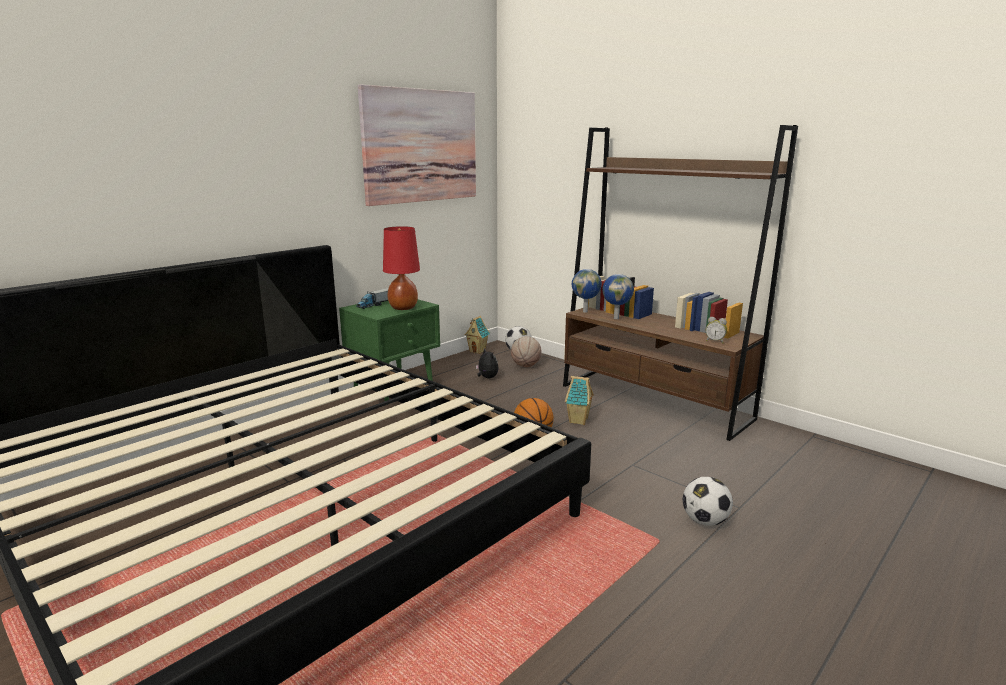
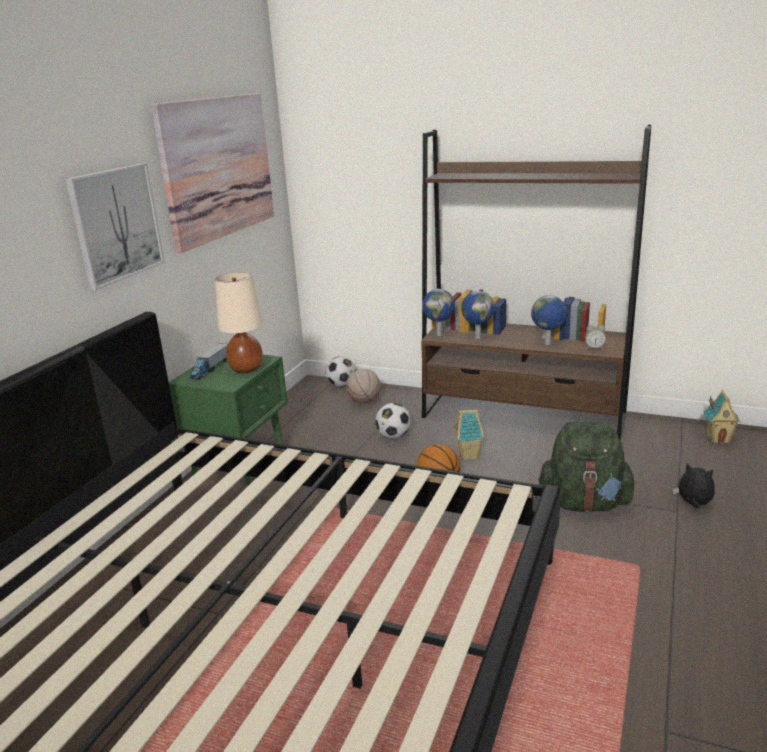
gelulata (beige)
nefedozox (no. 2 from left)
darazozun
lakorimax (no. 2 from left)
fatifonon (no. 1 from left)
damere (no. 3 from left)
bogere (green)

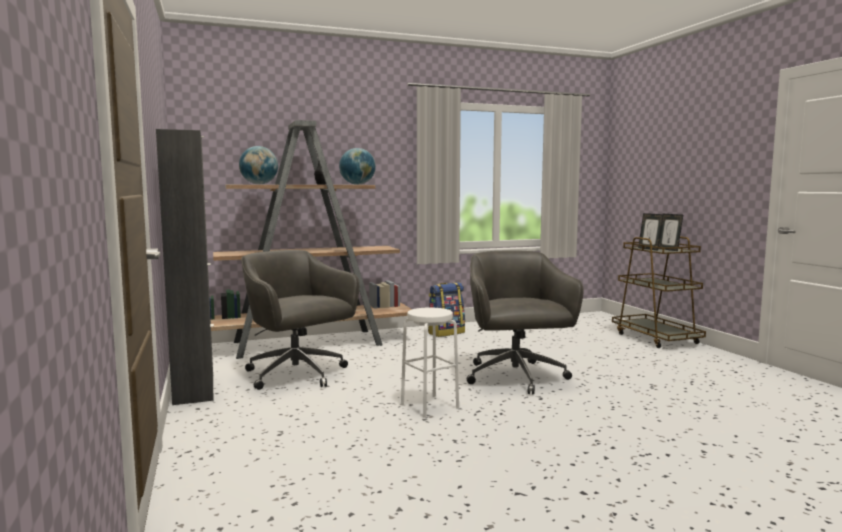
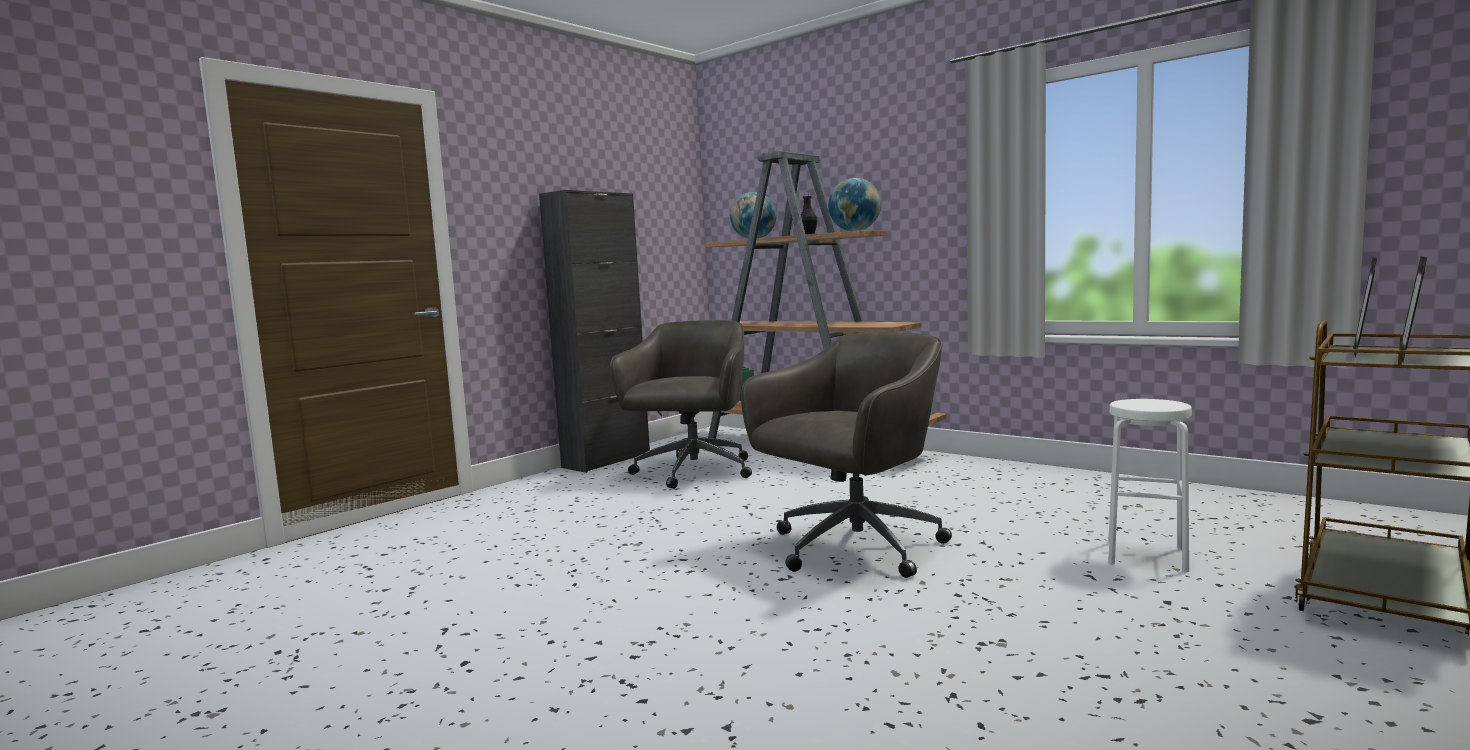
bogere
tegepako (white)

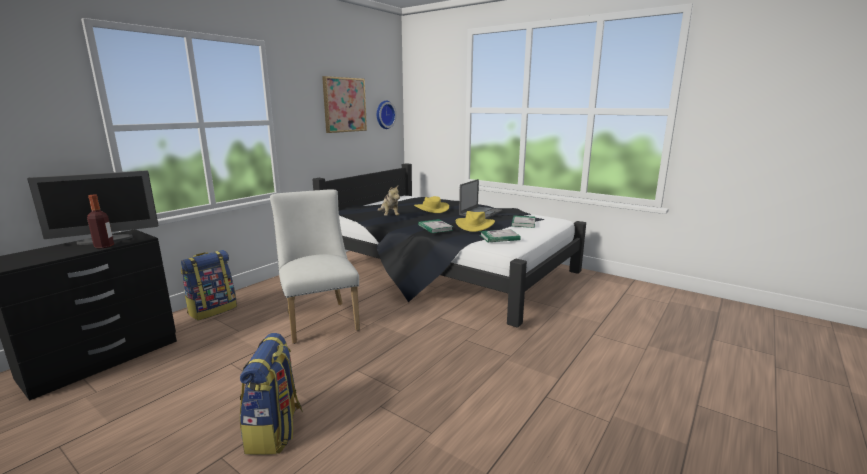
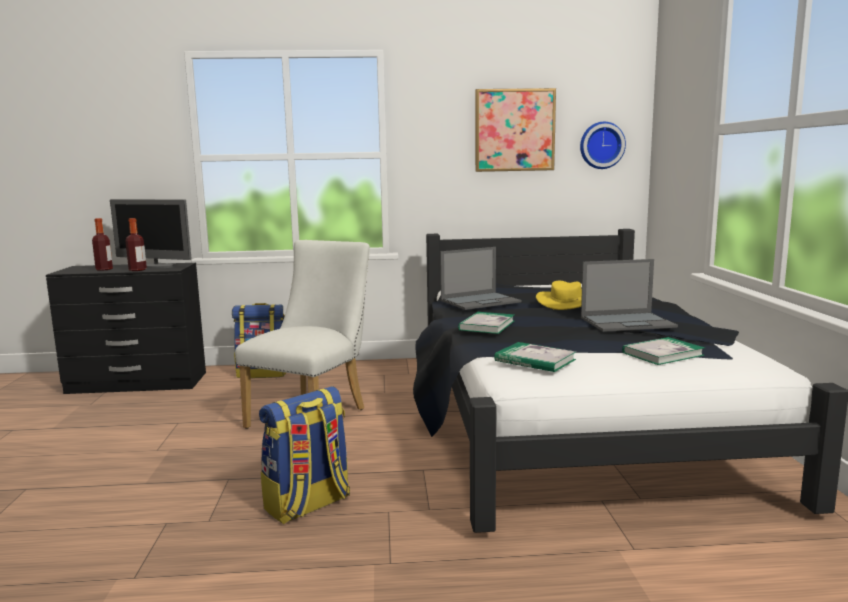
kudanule (no. 1 from left)
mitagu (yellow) (no. 2 from left in the first image)
bogere (no. 2 from left)
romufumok (no. 1 from left)

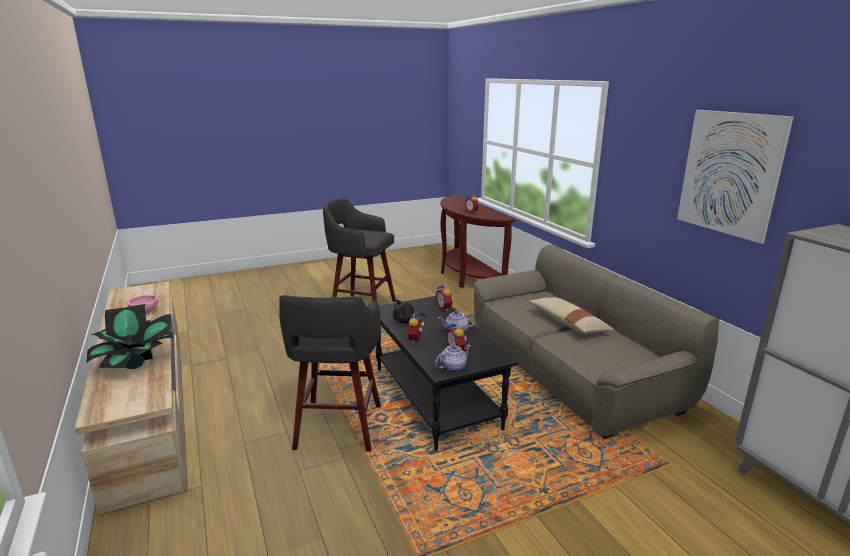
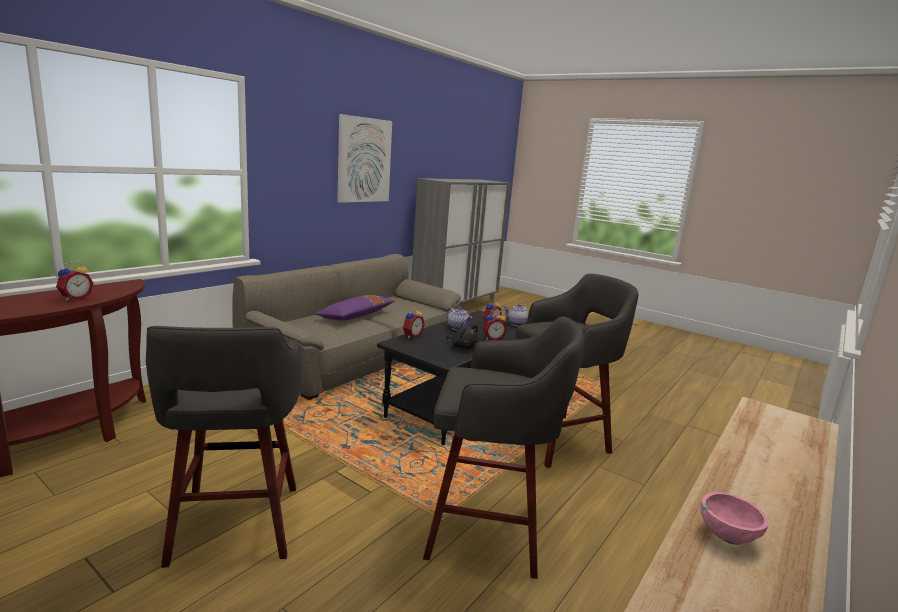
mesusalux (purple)
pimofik
tegepako (grey) (no. 2 from left)

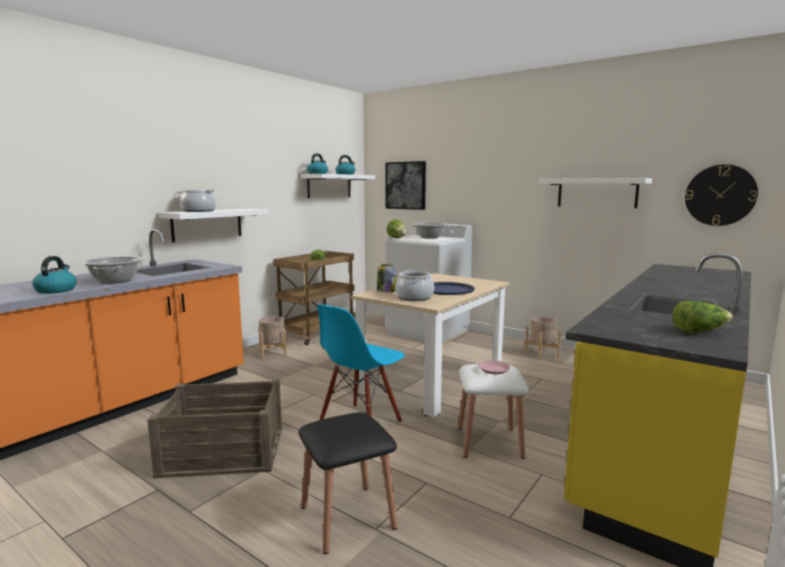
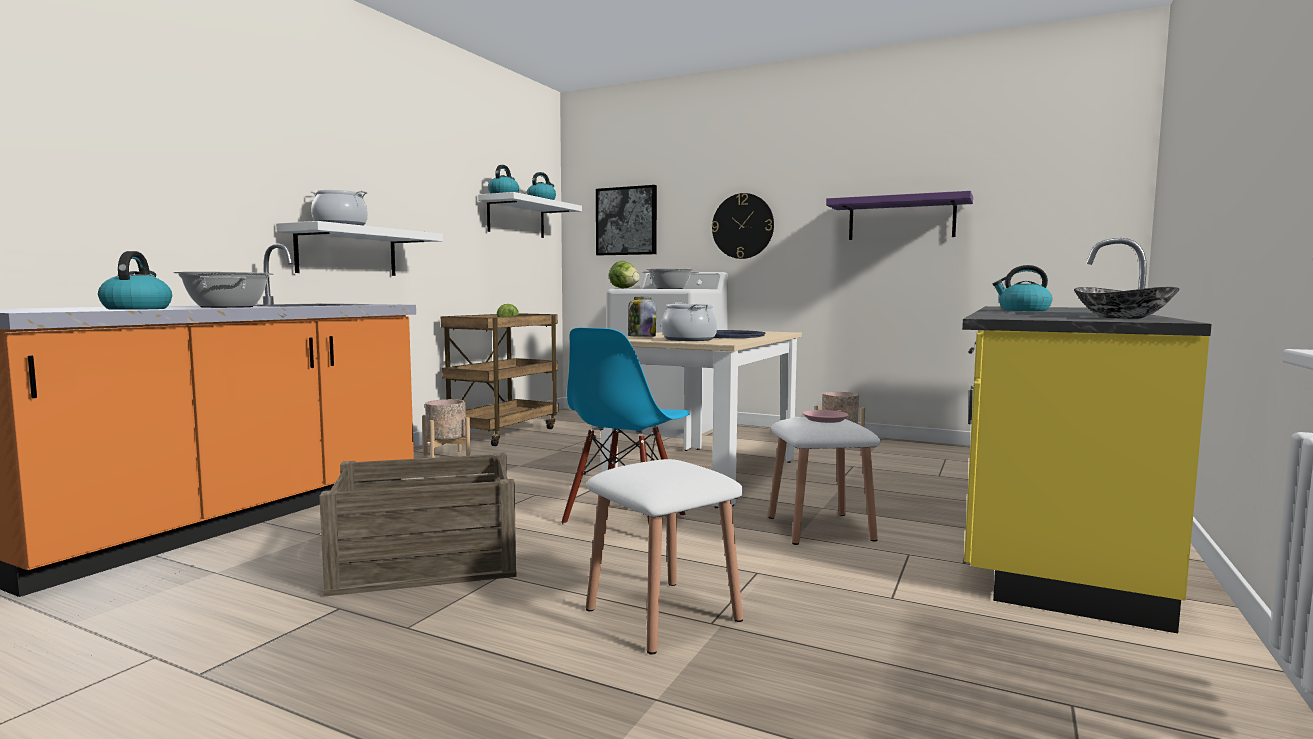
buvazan
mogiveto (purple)
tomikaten
tegepako (white) (no. 1 from left)
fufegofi (no. 4 from left)

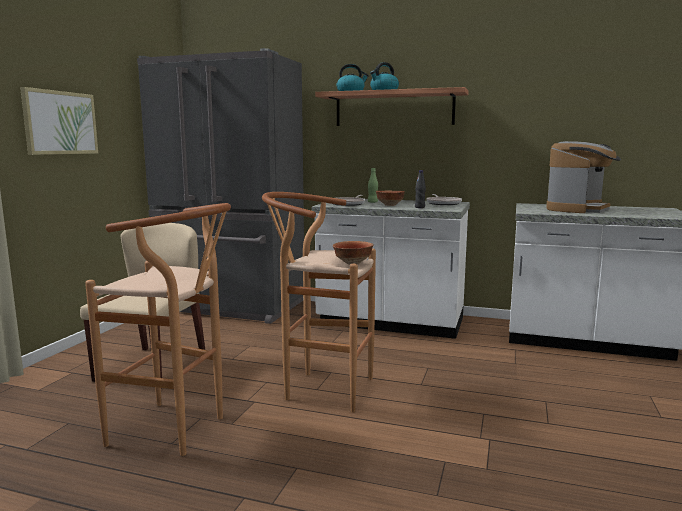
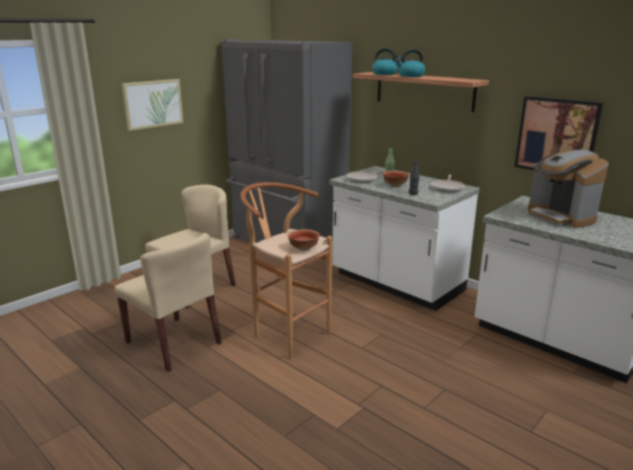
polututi
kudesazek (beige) (no. 1 from left)
fatifonon (no. 2 from left)

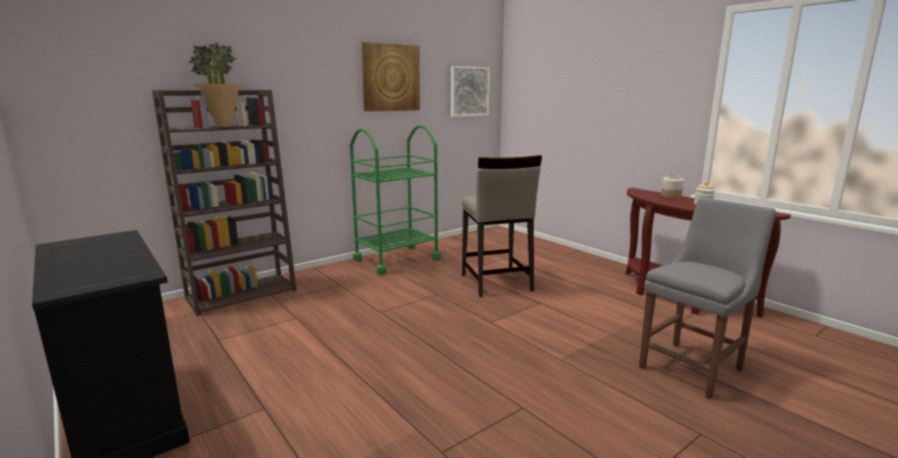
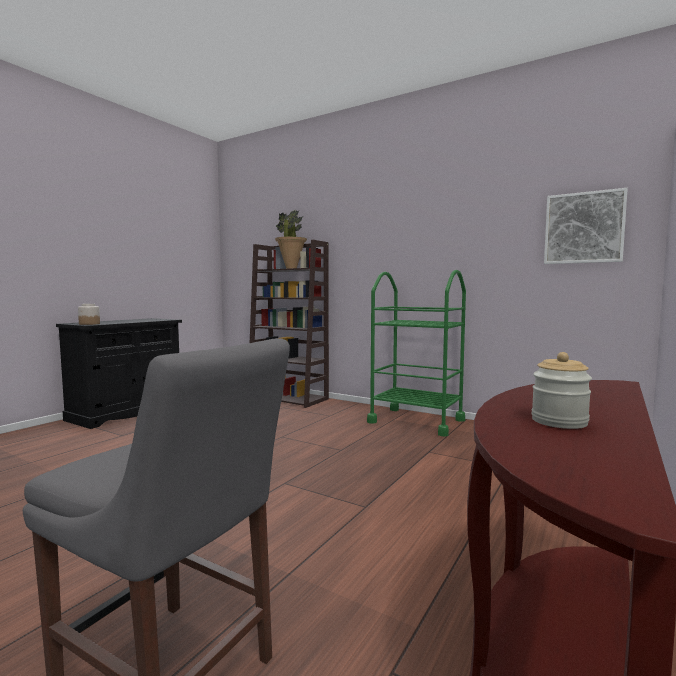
fatifonon (no. 1 from left in the first image)
tegepako (beige)
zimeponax (no. 1 from left)

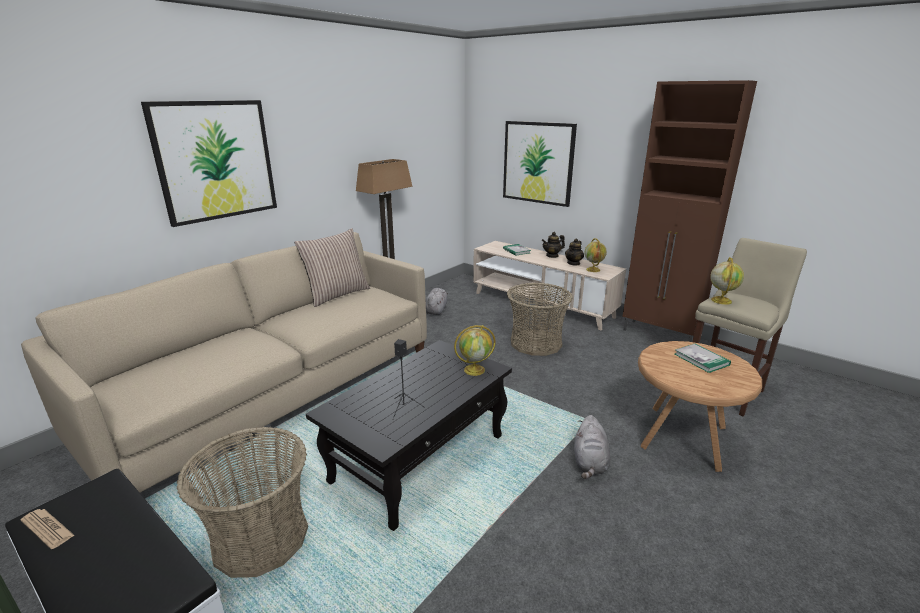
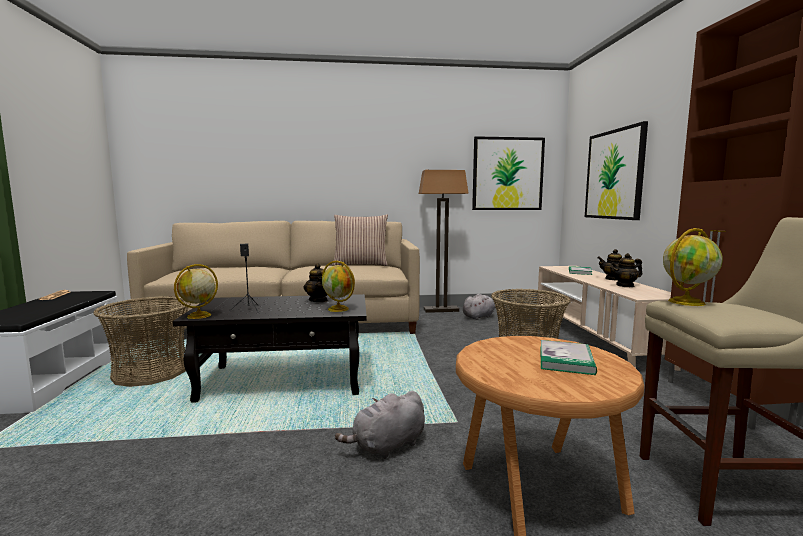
fatifonon (no. 1 from left)
damere (no. 1 from left)
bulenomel (no. 1 from left)

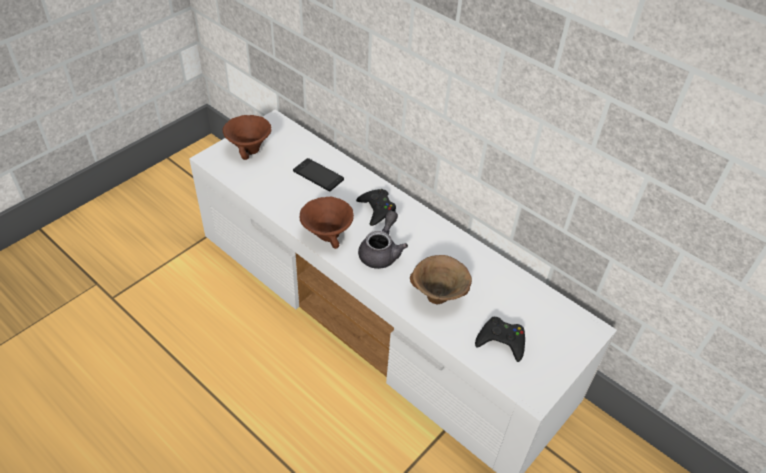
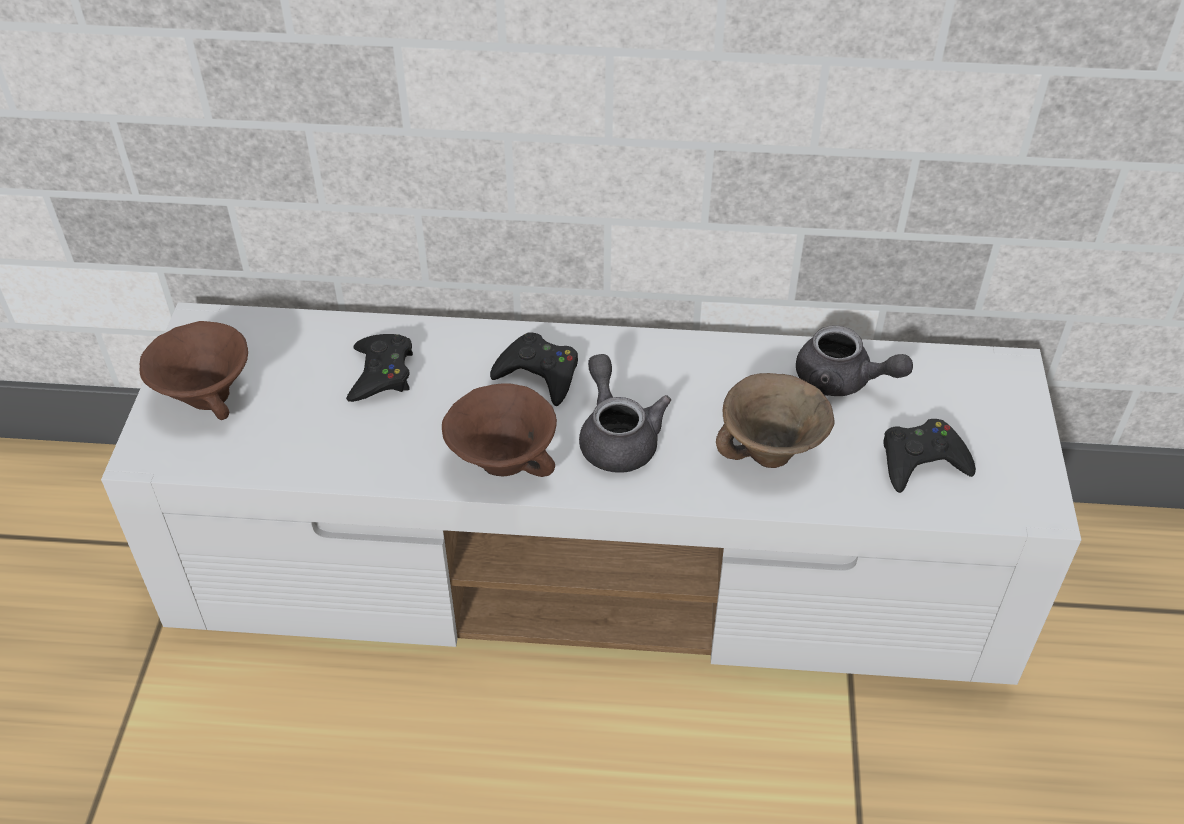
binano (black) (no. 1 from left)
bulenomel (grey) (no. 2 from left)

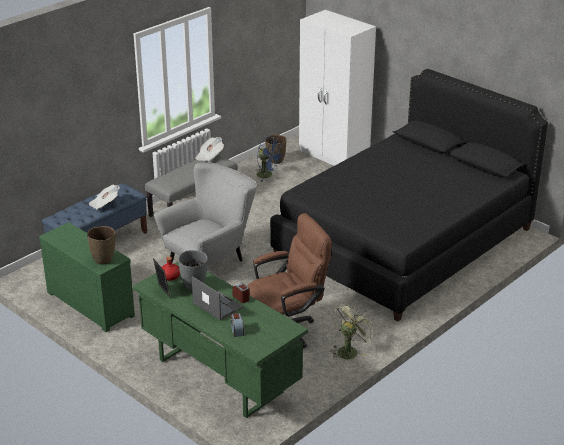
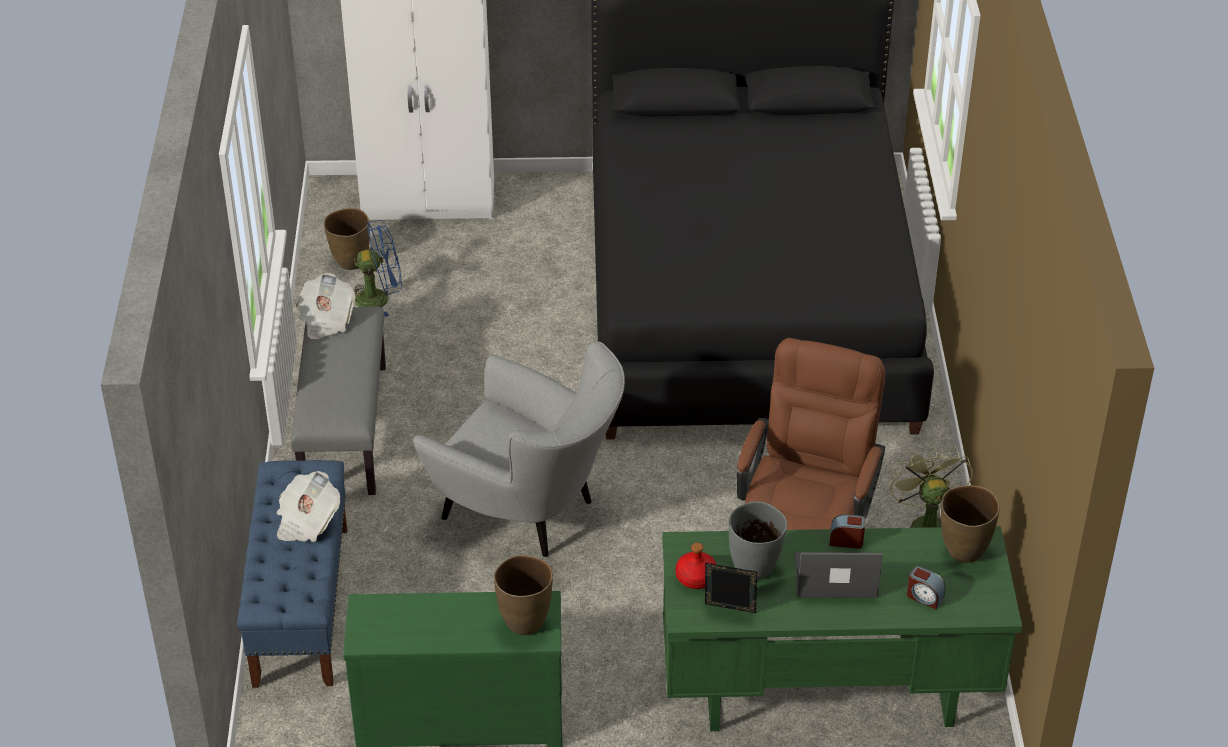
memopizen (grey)
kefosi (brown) (no. 3 from left)

